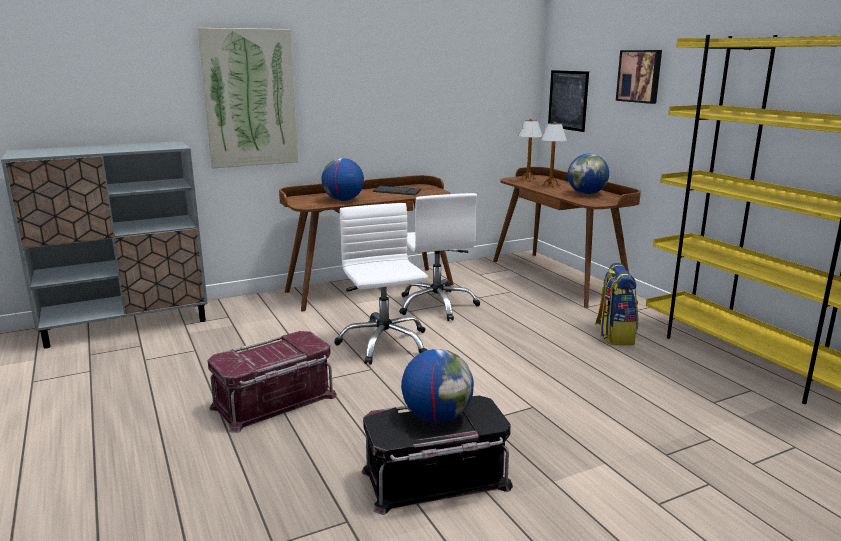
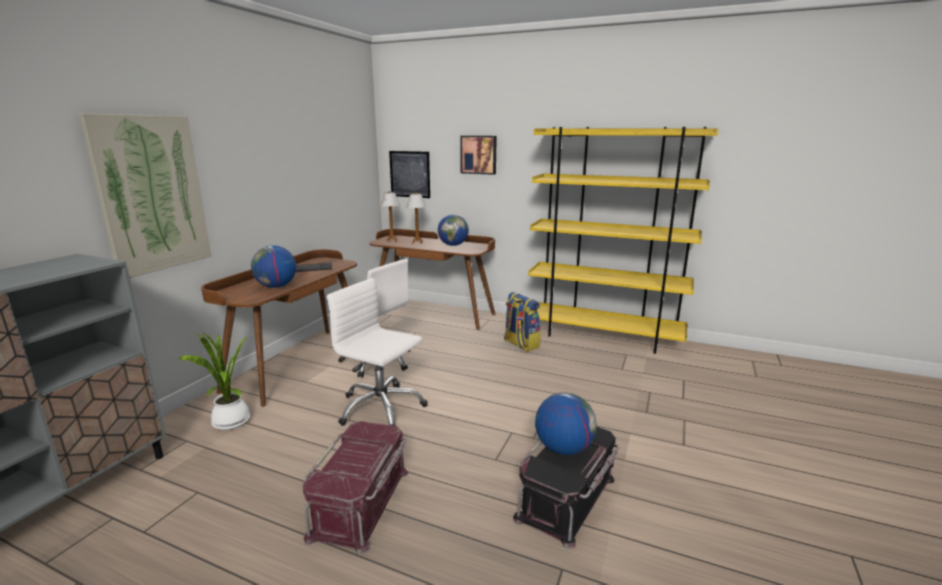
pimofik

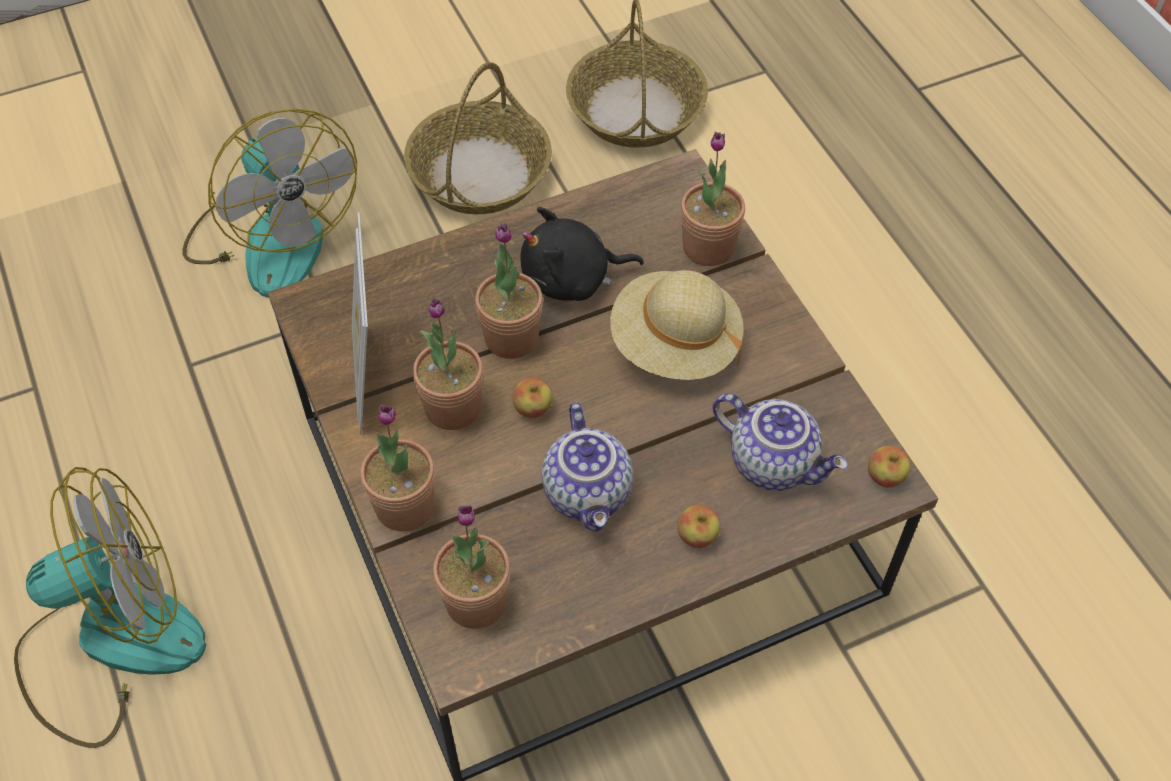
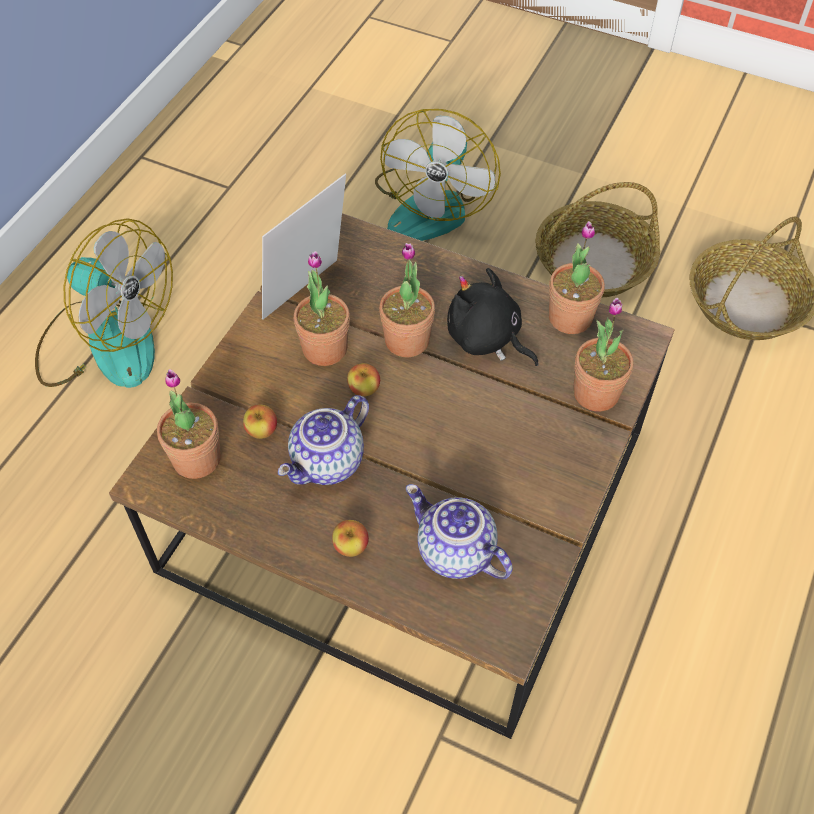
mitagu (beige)
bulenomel (no. 2 from left)
pimofik (no. 4 from left)
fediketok (no. 1 from left)

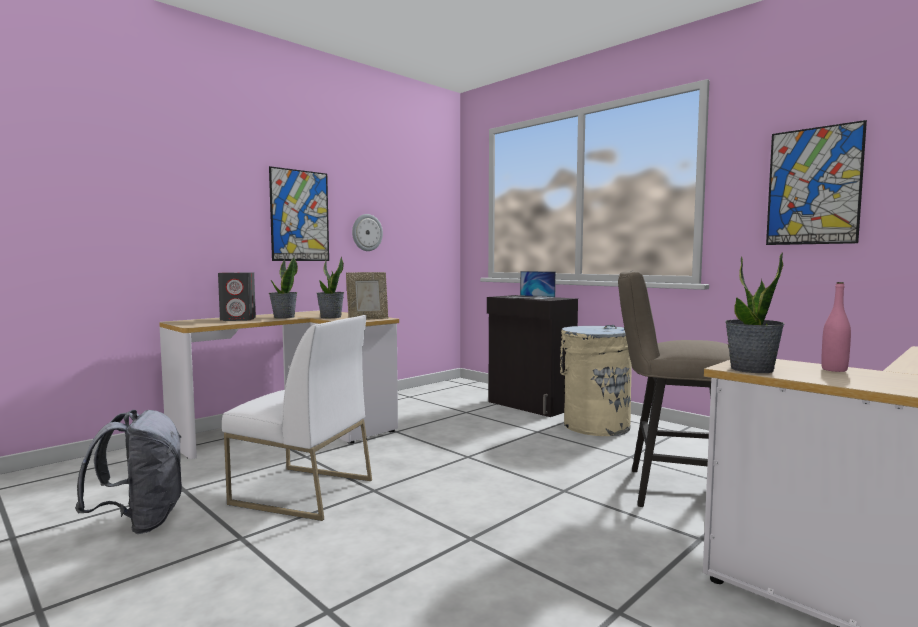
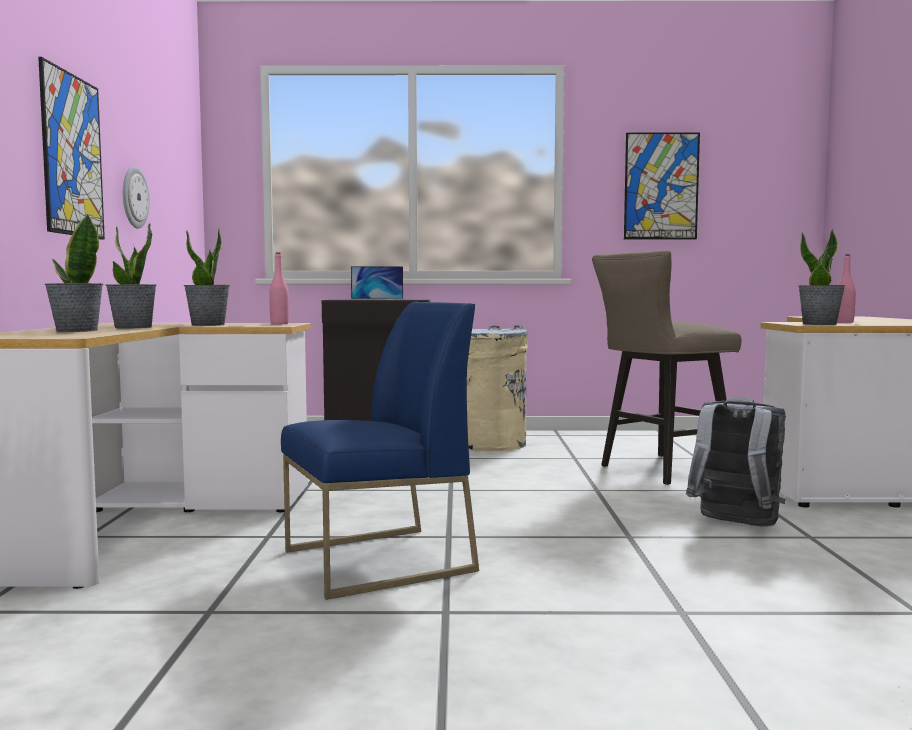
pimofik (no. 1 from left)
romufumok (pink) (no. 1 from left)
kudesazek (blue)
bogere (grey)

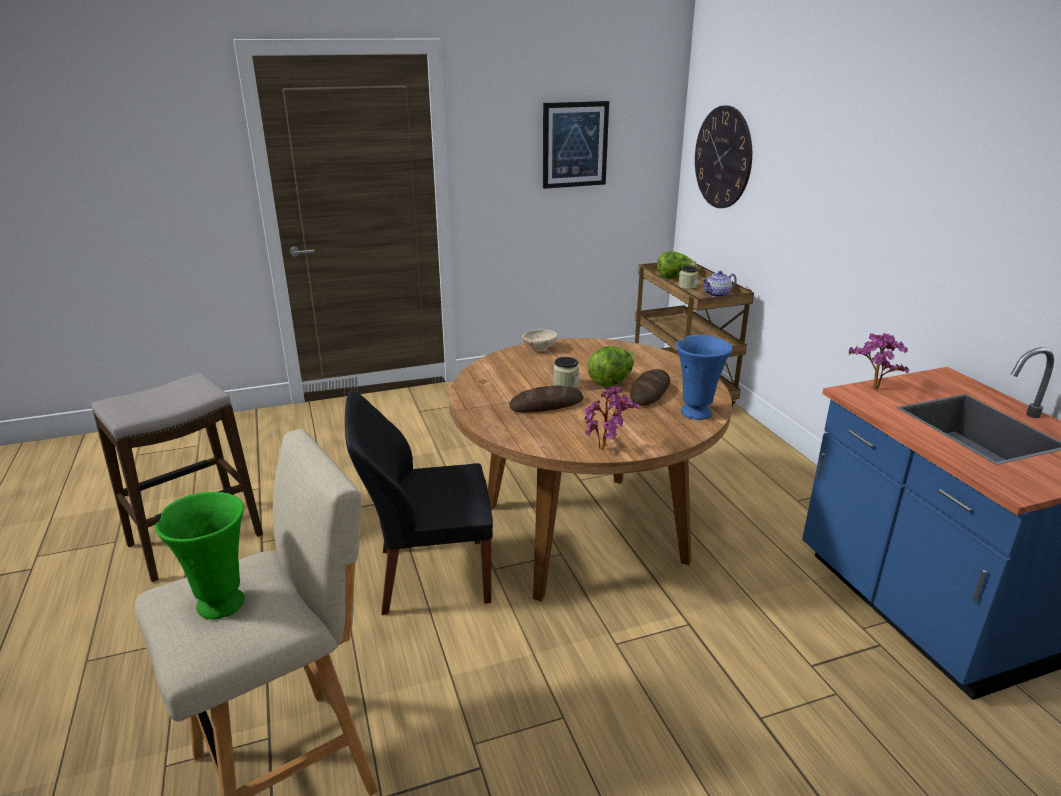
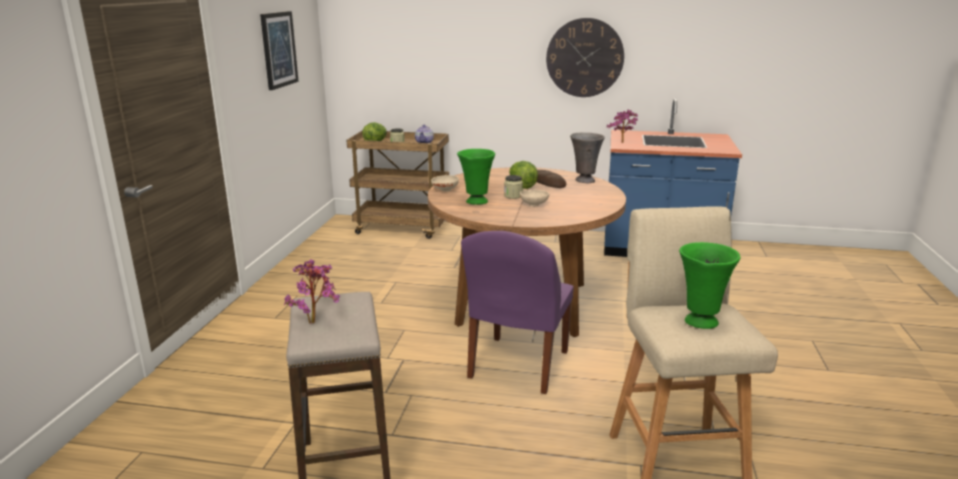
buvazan
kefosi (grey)
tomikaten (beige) (no. 2 from left)
pimofik (no. 1 from left)
kudesazek (purple)
kefosi (green) (no. 1 from left)

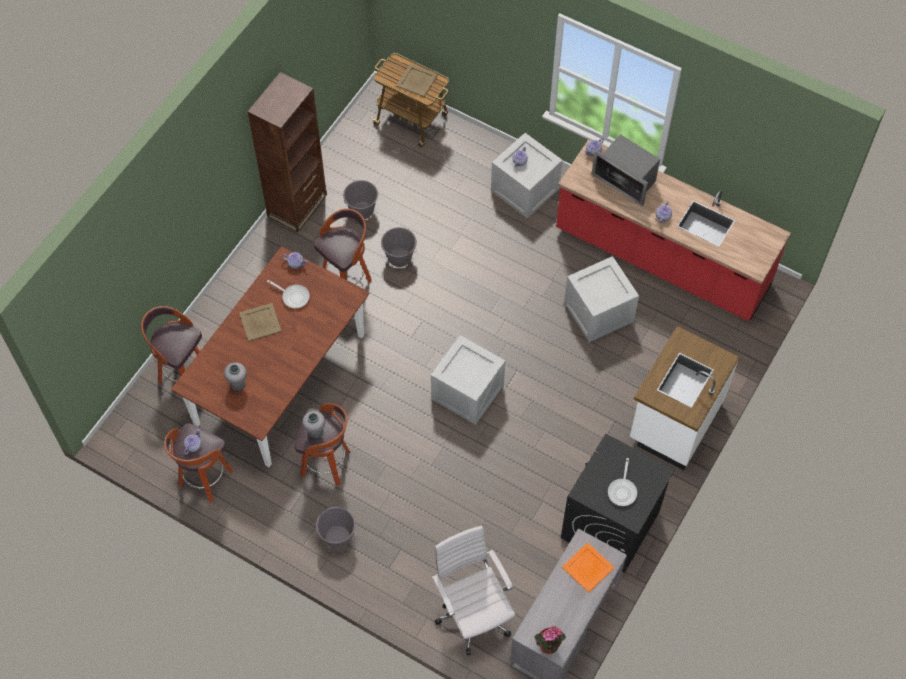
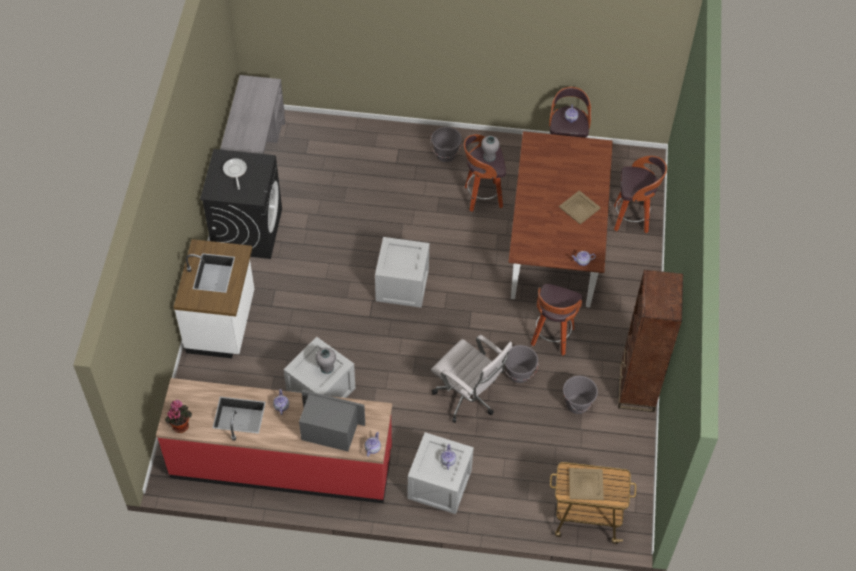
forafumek (no. 1 from left in the first image)
kefosi (grey) (no. 1 from left)
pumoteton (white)
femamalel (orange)
pimofik

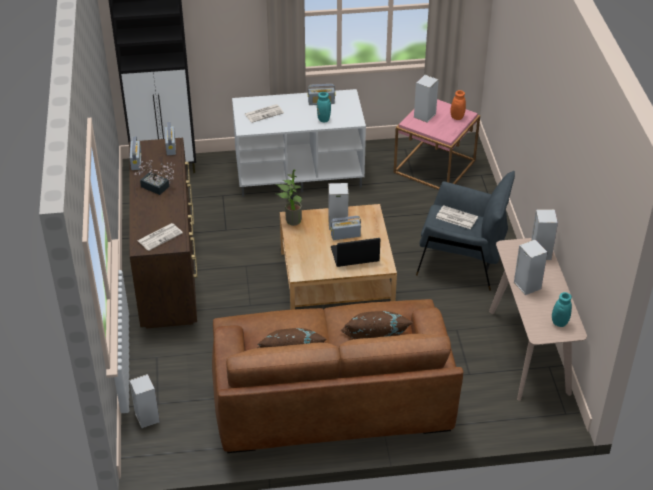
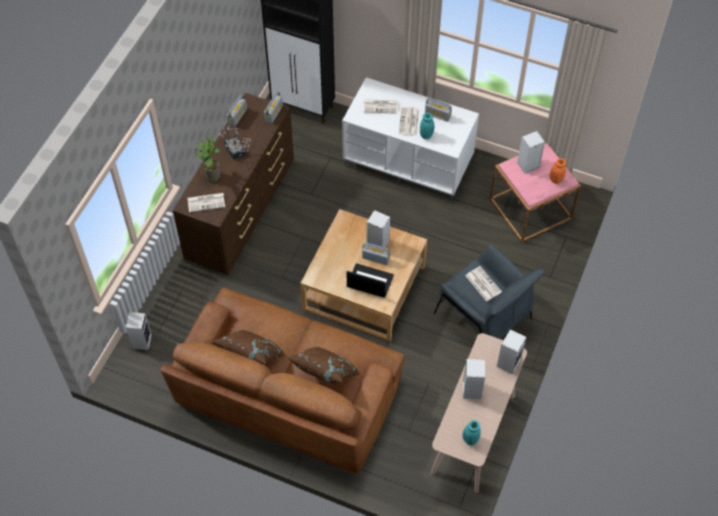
pimofik (no. 1 from left)
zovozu (no. 3 from left)

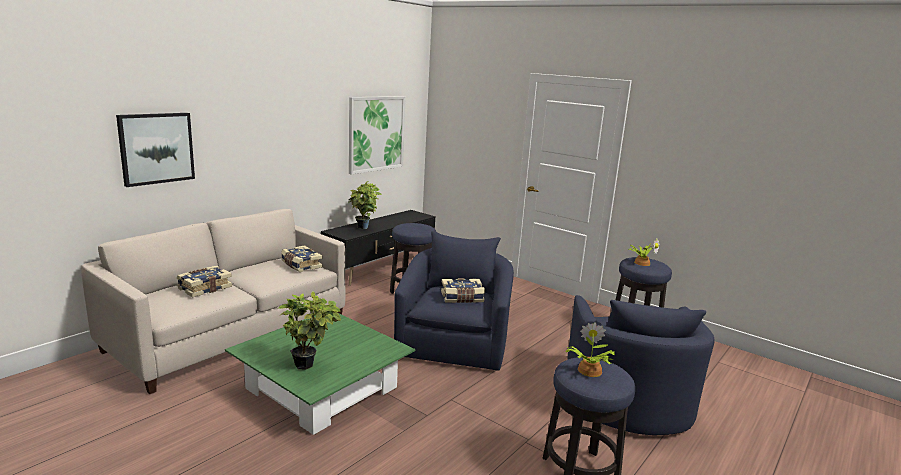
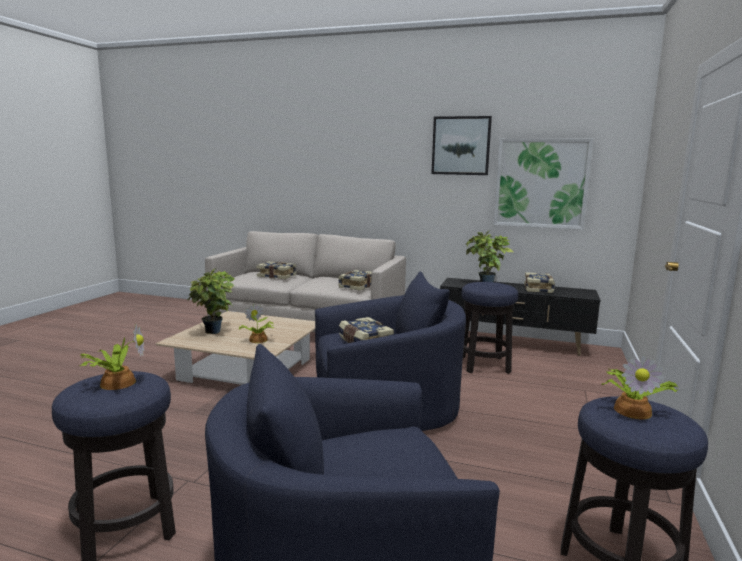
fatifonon (no. 1 from left)
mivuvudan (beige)
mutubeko (no. 4 from left)
pimofik (no. 3 from left)

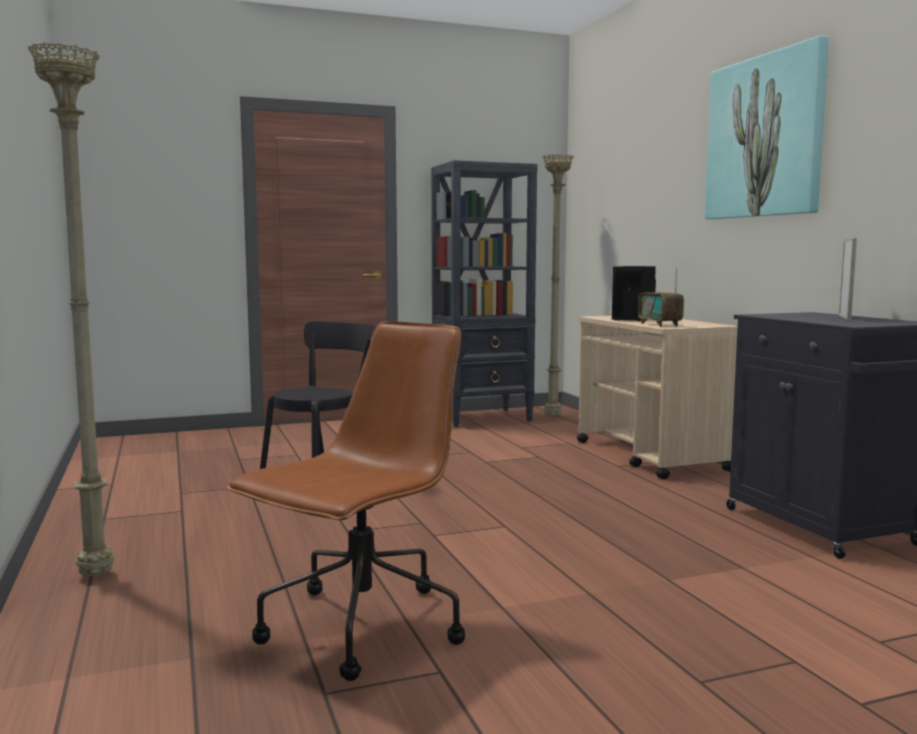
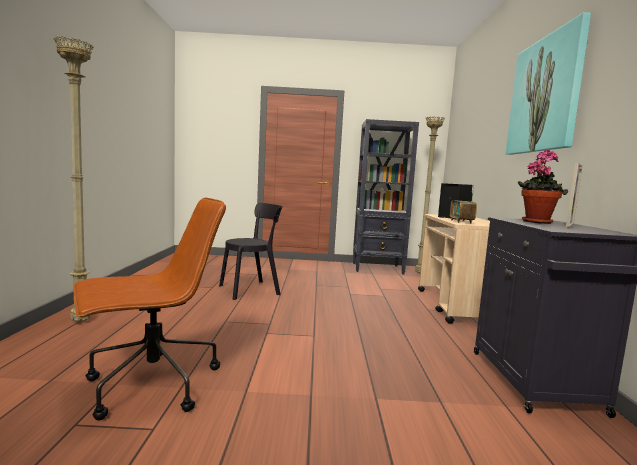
pimofik

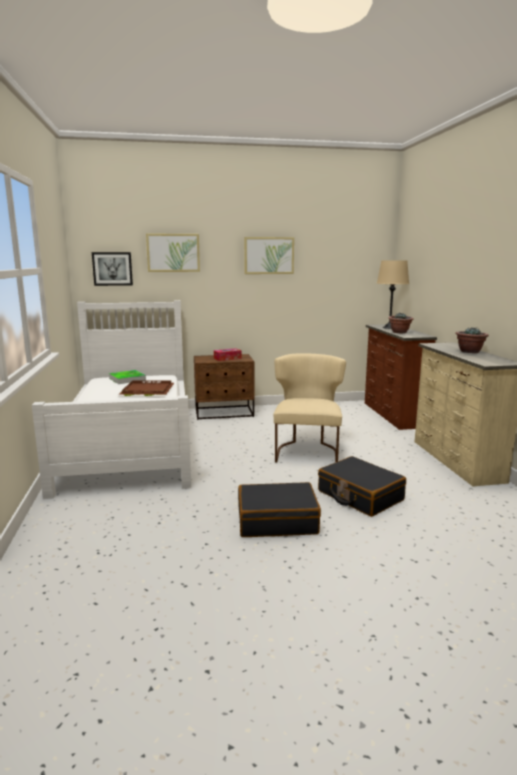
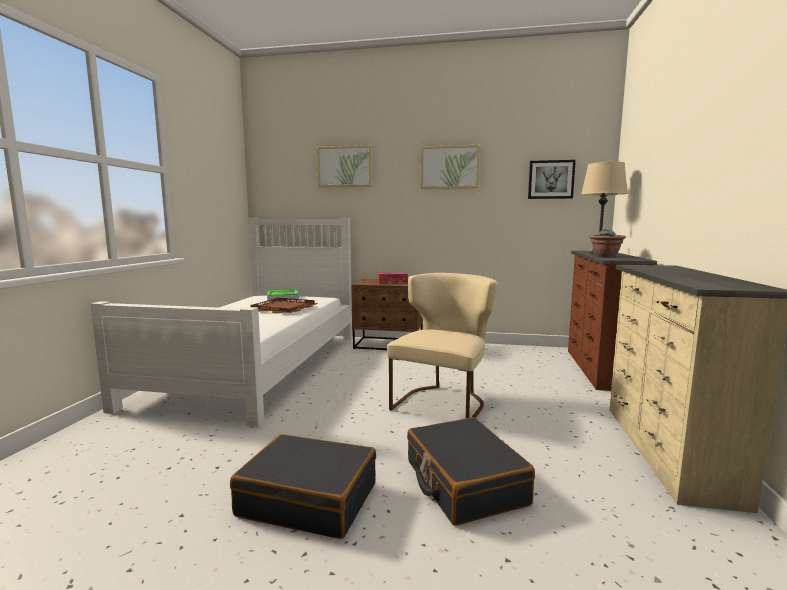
fatifonon (no. 3 from left)
pimofik (no. 2 from left in the first image)

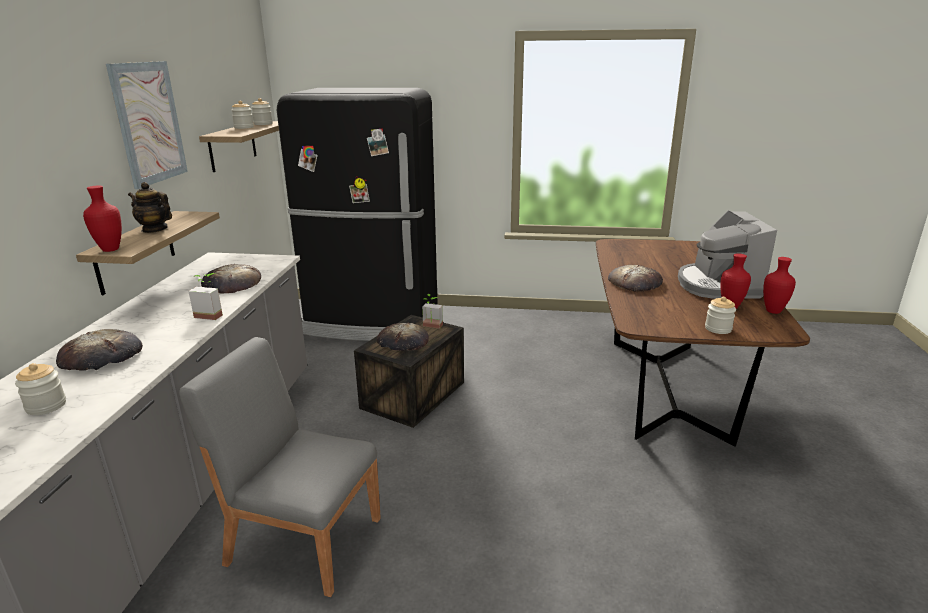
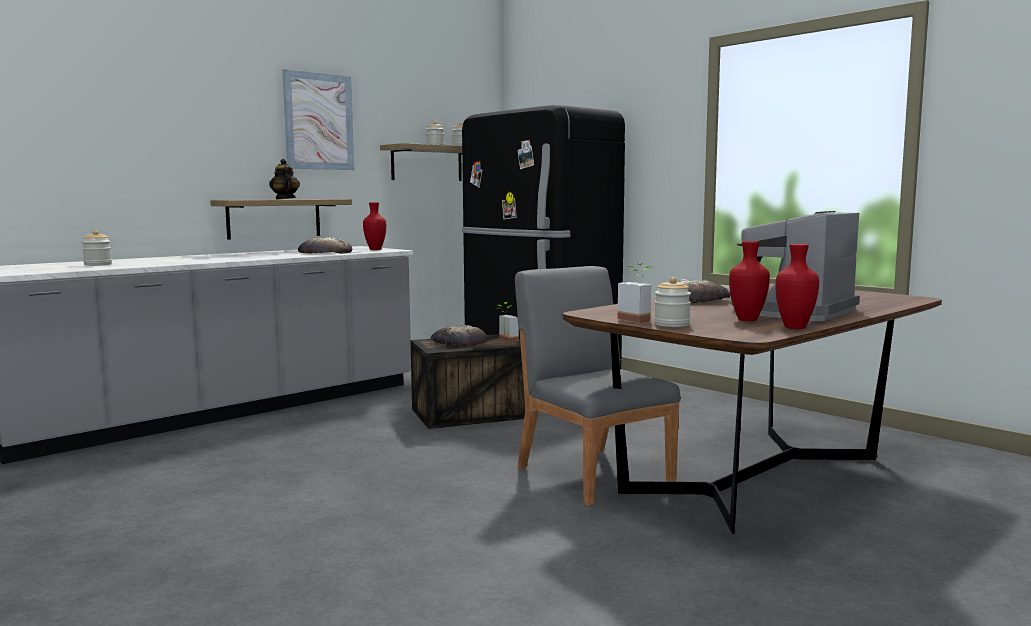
kefosi (red) (no. 1 from left)
pimofik (no. 2 from left)
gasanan (no. 1 from left in the first image)
kudesazek (grey)

